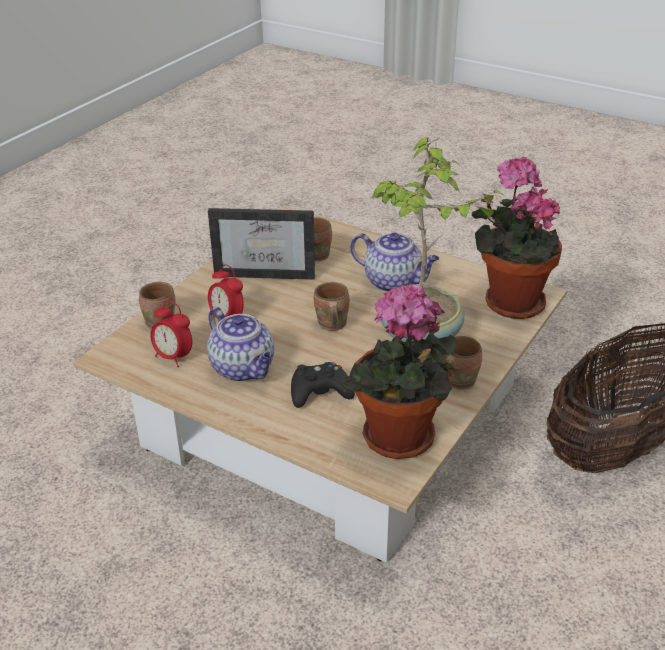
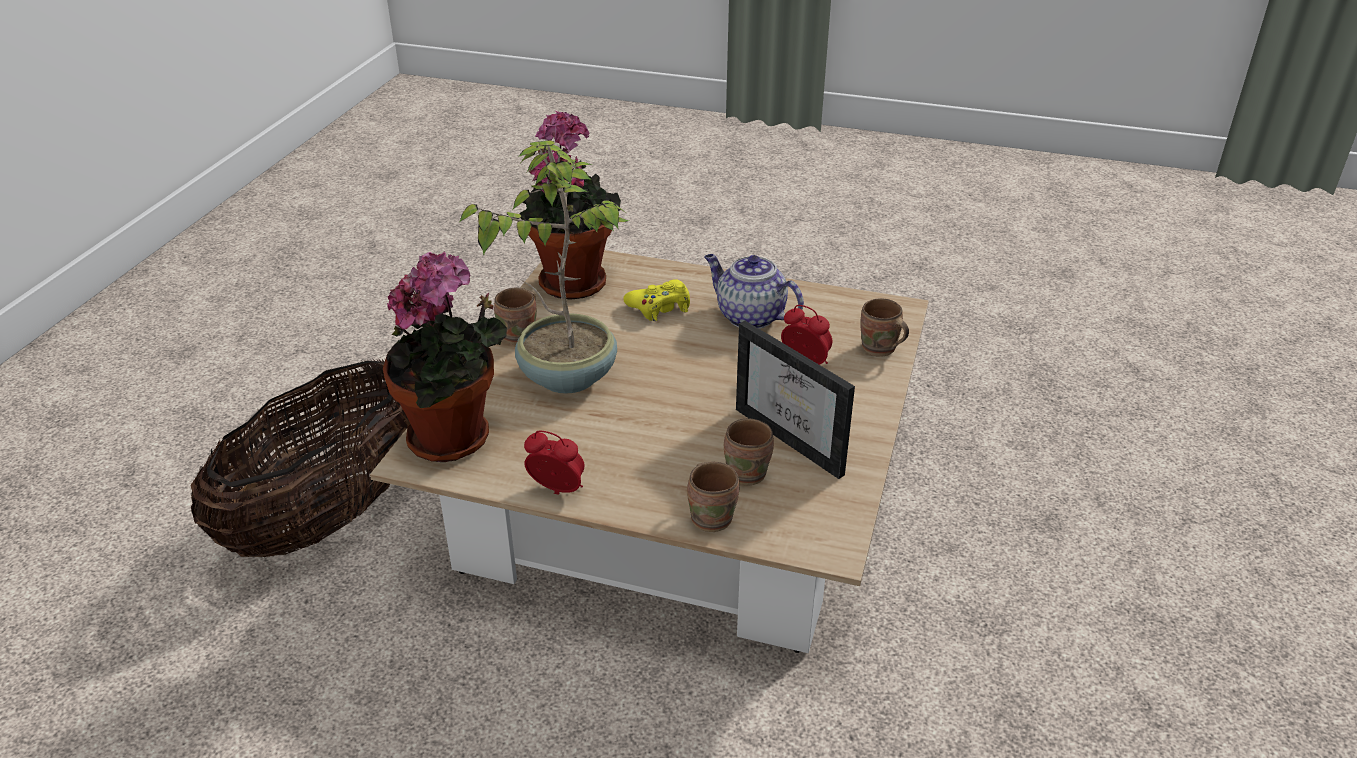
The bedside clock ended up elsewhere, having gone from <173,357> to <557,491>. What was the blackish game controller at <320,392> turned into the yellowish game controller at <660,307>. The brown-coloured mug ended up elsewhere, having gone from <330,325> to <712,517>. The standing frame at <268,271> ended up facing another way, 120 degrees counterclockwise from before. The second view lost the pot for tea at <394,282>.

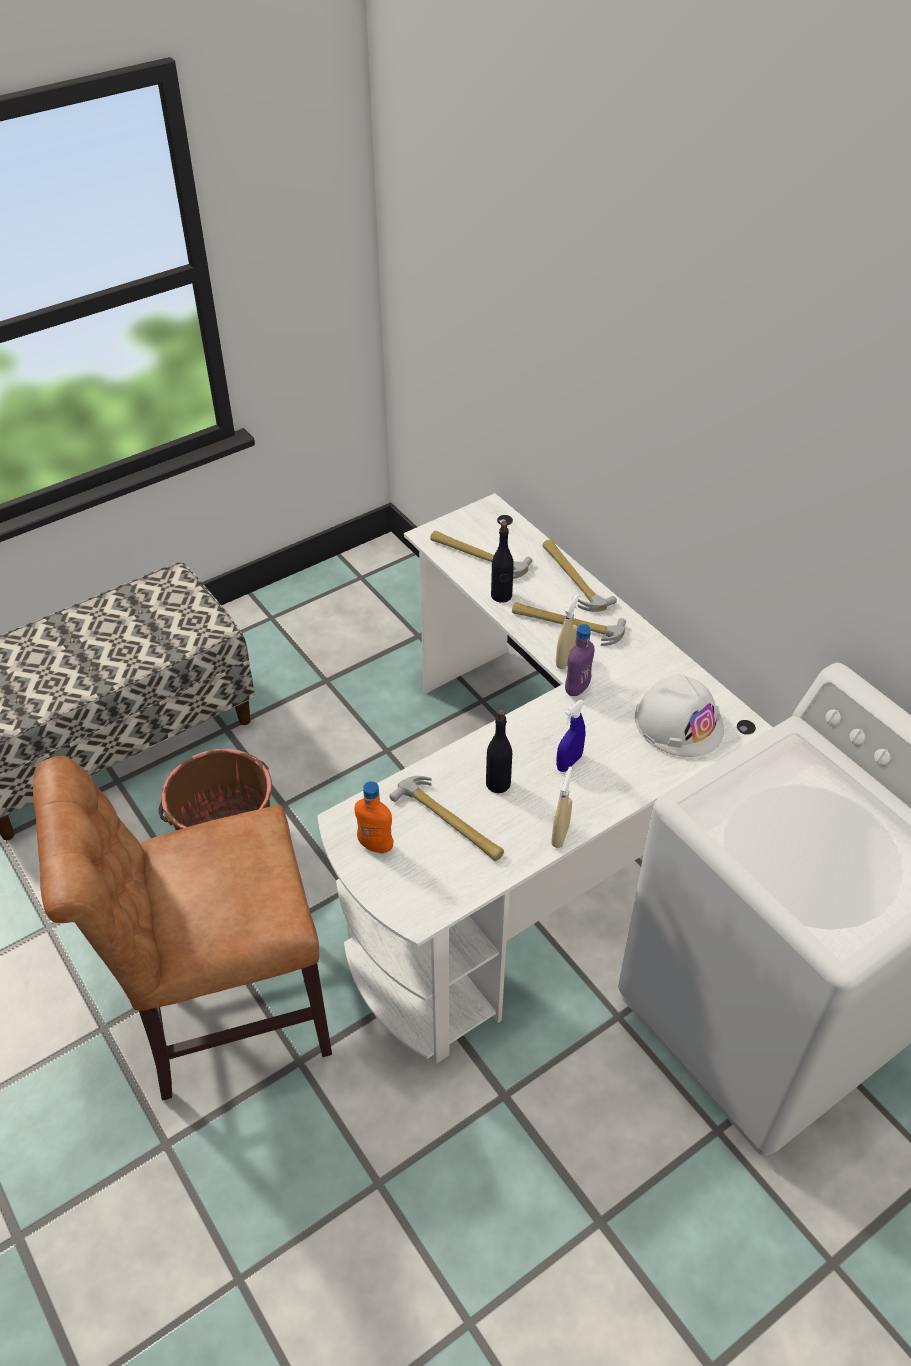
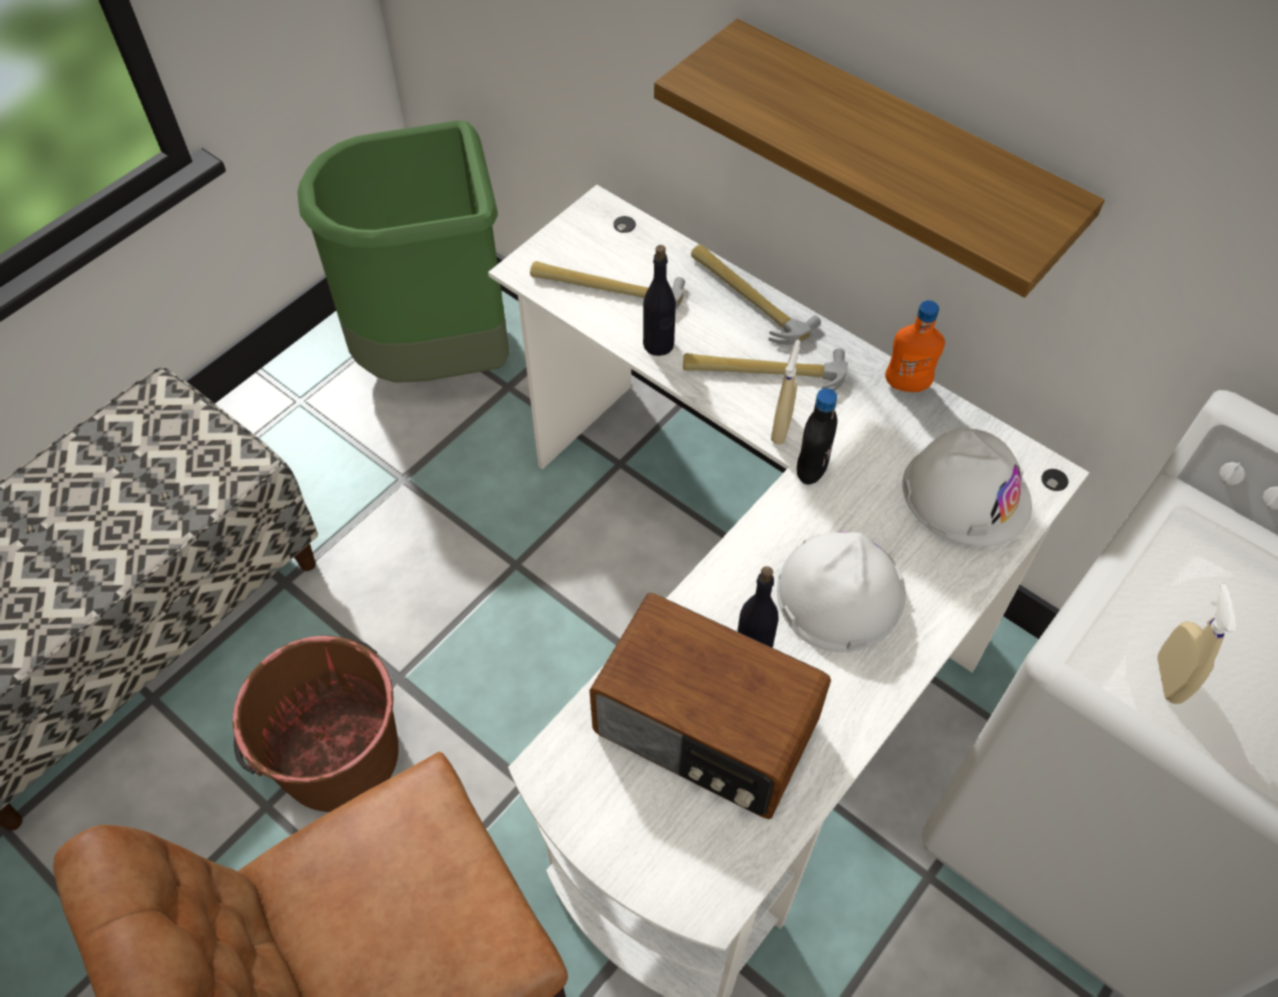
The second view gained the greenish rubbish bin at <439,359>. Where the tool hammer stood at <449,822>, the radio came to stand at <705,731>. The second view gained the bracket shelf at <897,153>. Where the bluish spray bottle stood at <569,762>, the white-coloured safety helmet came to stand at <839,592>. What was the purplish bottle at <577,688> turned into the blackish bottle at <811,470>. The orange bottle ended up elsewhere, having gone from <375,845> to <906,384>. The beige spray bottle ended up elsewhere, having gone from <560,835> to <1169,679>.

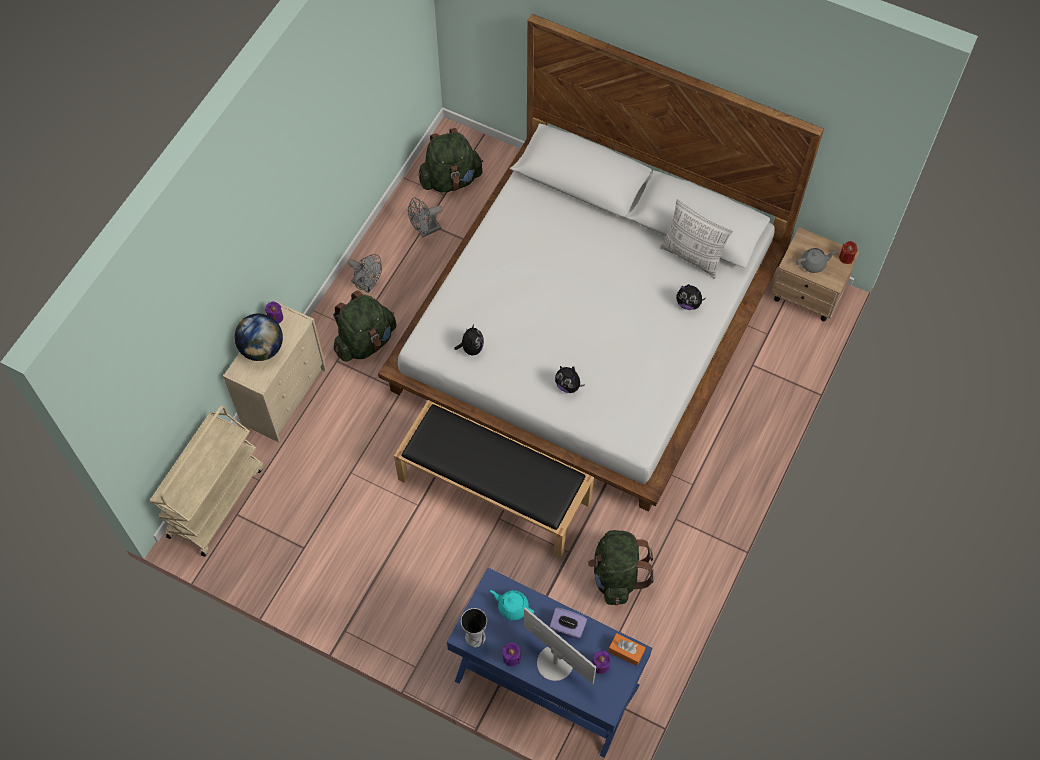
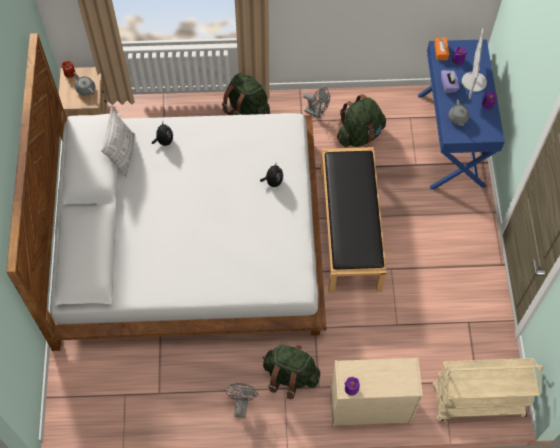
The greenish rucksack ended up elsewhere, having gone from <451,179> to <247,110>. The grey fan ended up elsewhere, having gone from <425,231> to <316,112>. What was the turquoise pot for tea at <512,607> turned into the grey pot for tea at <458,118>. The second view lost the desk globe at <262,348>. The second view lost the soft toy at <471,348>. The second view lost the flower vase at <475,636>.

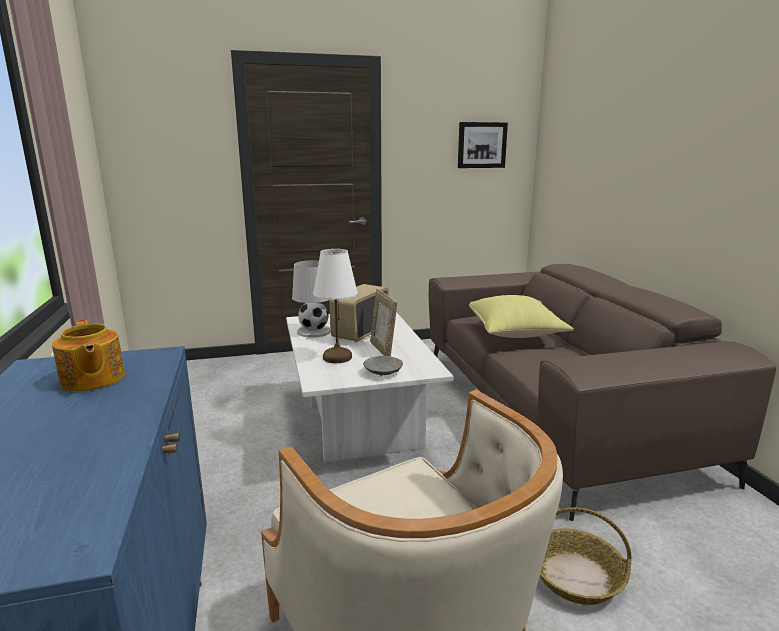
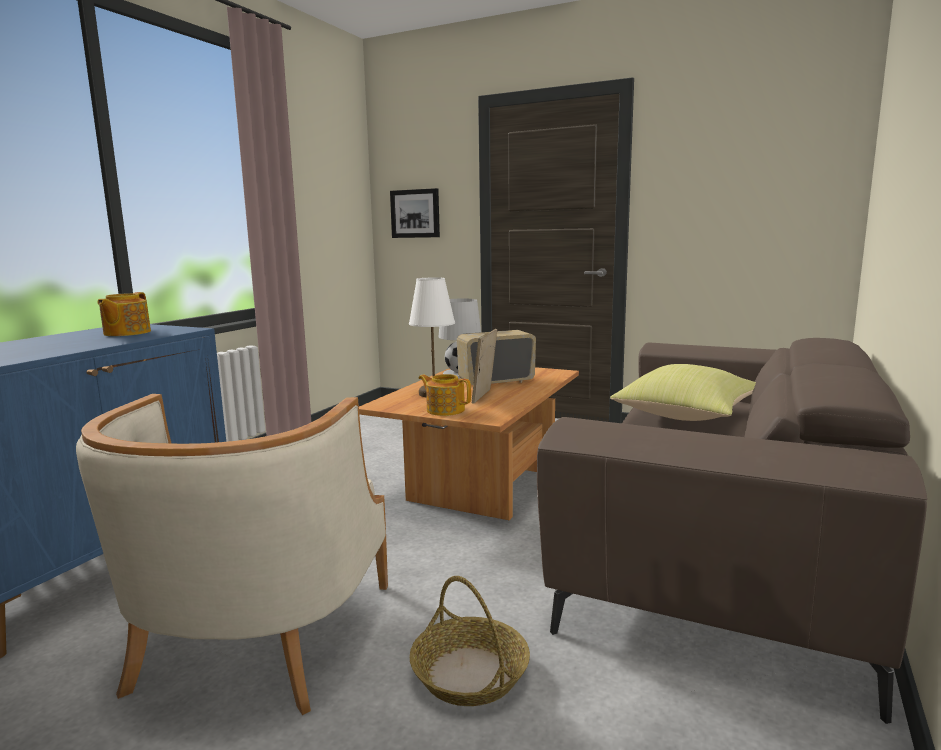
What was the white-coloured low table at <359,425> turned into the brown-coloured low table at <480,484>. The wall art ended up elsewhere, having gone from <481,145> to <415,213>. Where the grey serving bowl stood at <383,372>, the pot for tea came to stand at <445,410>.

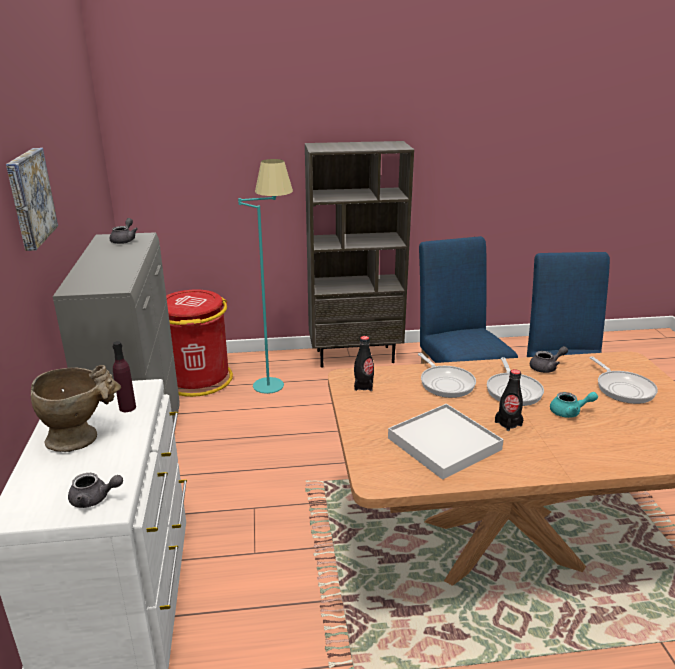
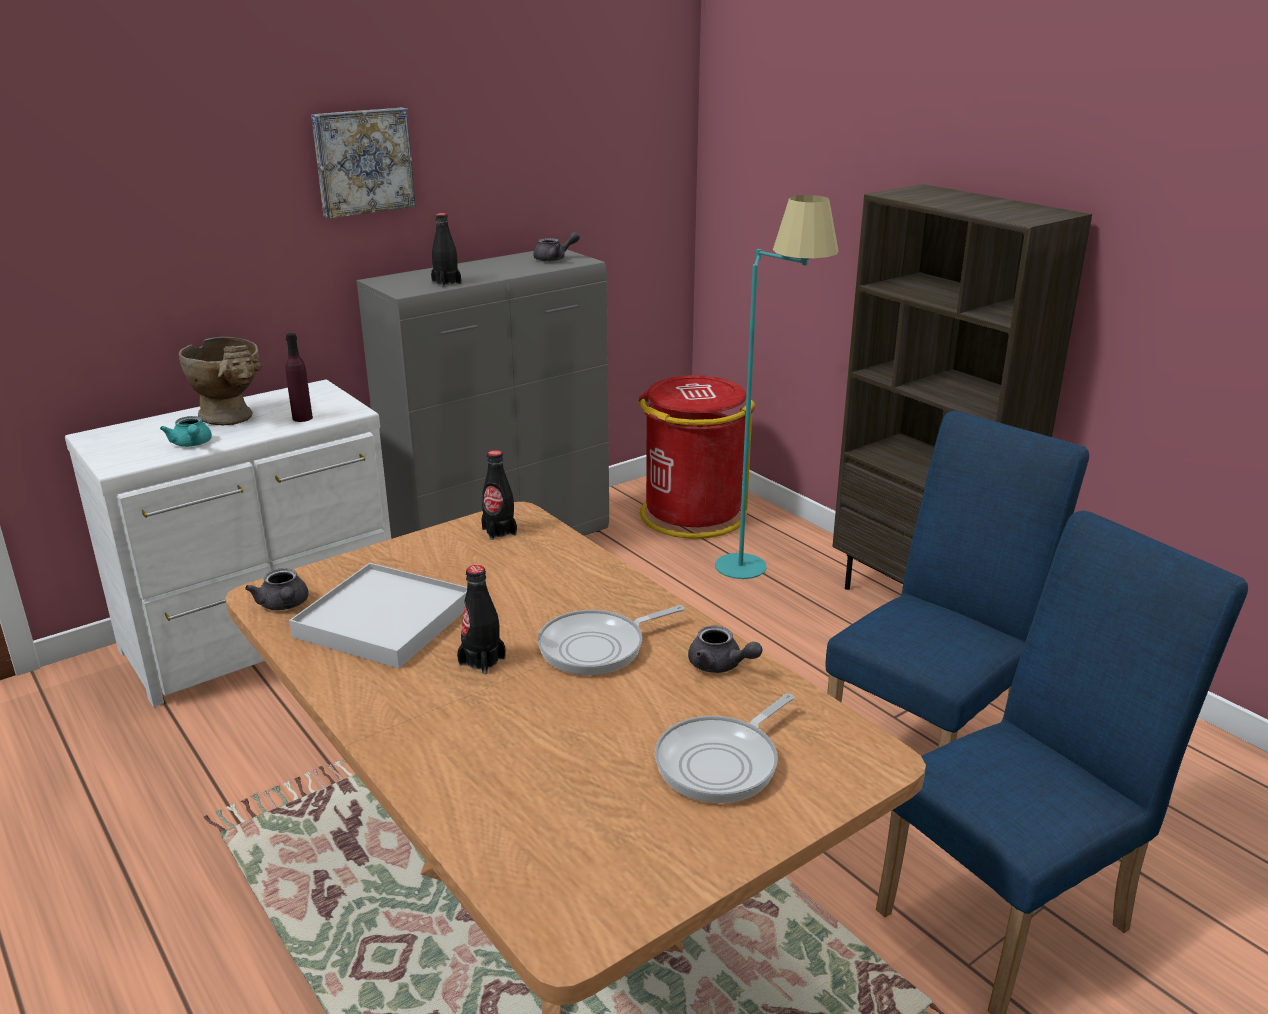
The turquoise pot for tea ended up elsewhere, having gone from <569,412> to <192,444>. The grey pot for tea ended up elsewhere, having gone from <94,499> to <284,605>. The second view gained the blackish bottle at <446,283>. The second view lost the skillet at <445,383>.

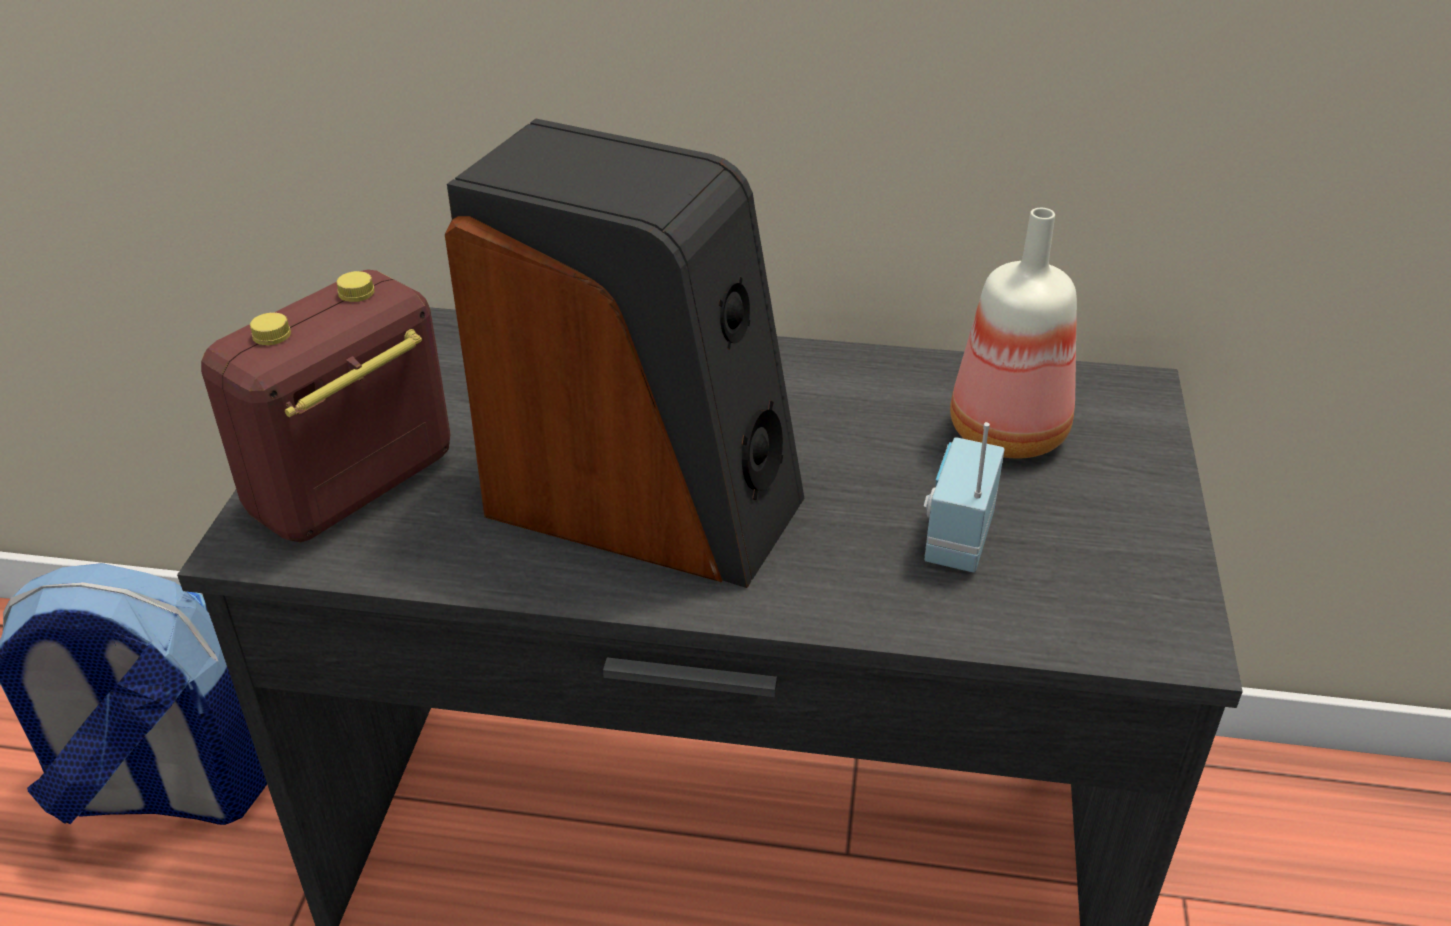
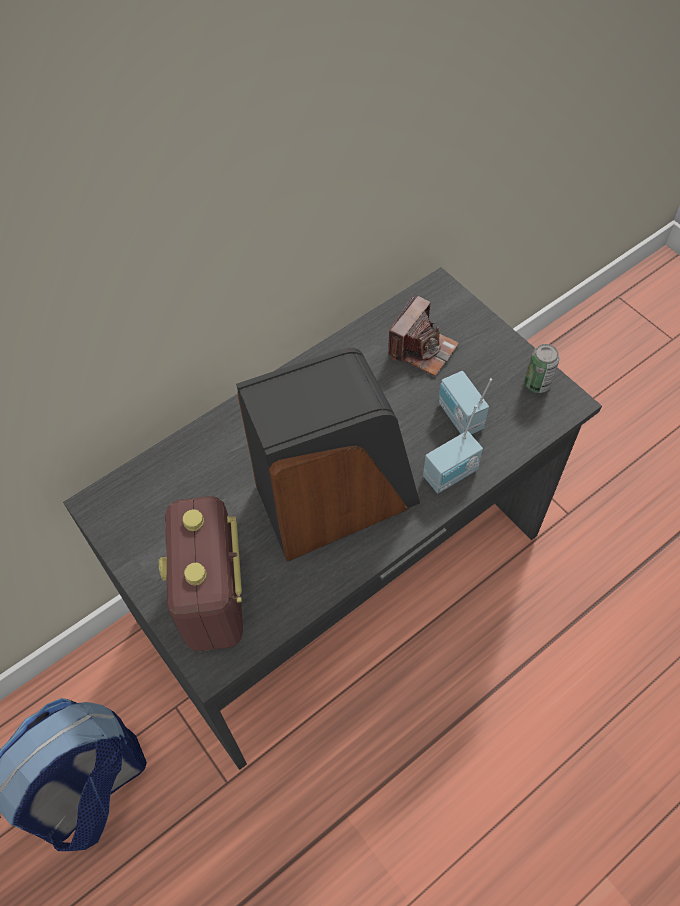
Where the bottle stood at <1011,433>, the photo camera came to stand at <422,349>. The second view gained the radio at <451,475>. The second view gained the can at <537,384>.

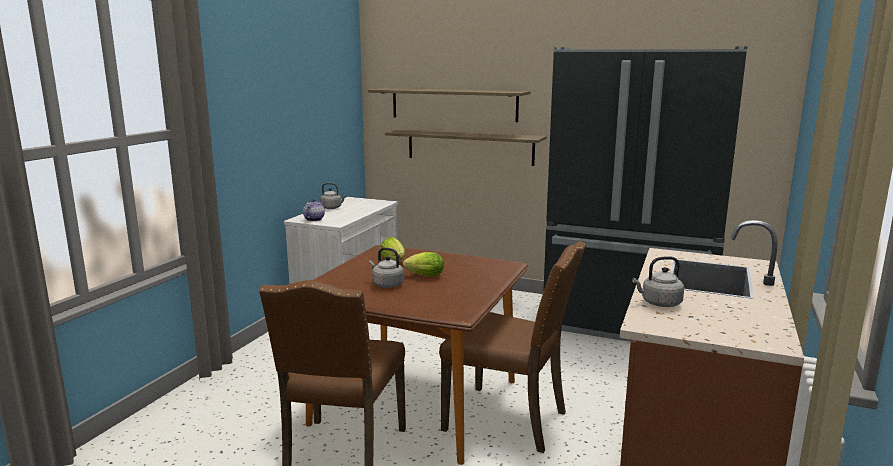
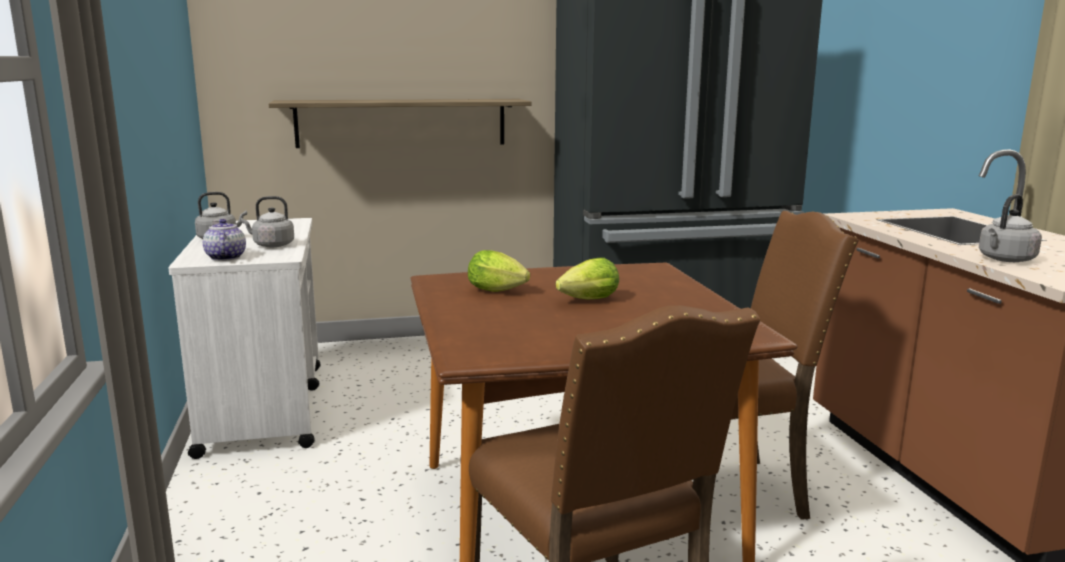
The grey kettle ended up elsewhere, having gone from <386,284> to <271,245>. The second view lost the bracket shelf at <453,104>.

